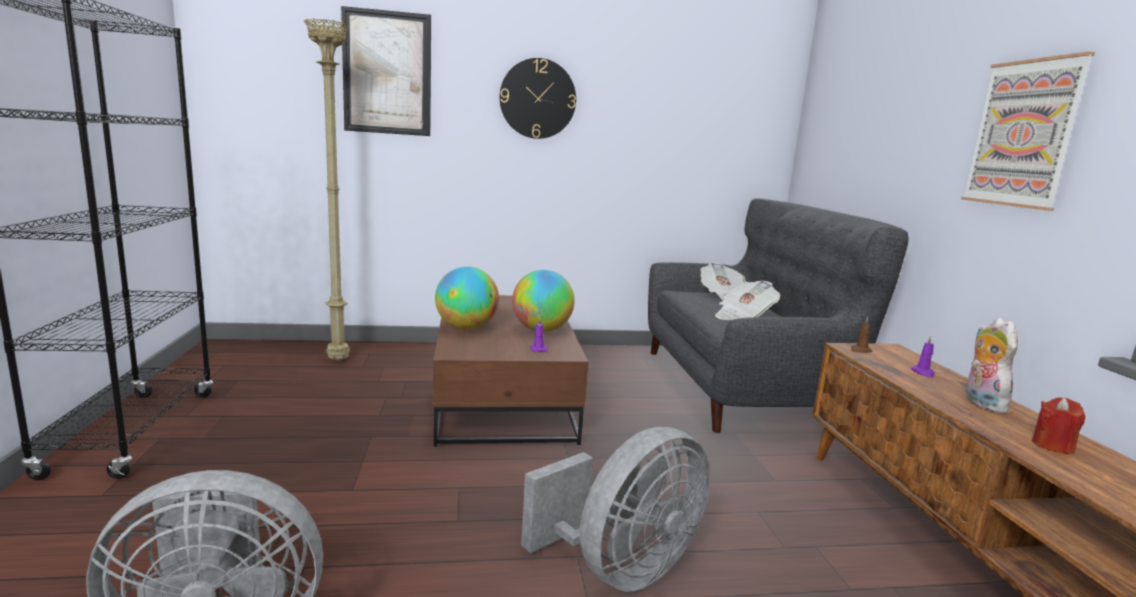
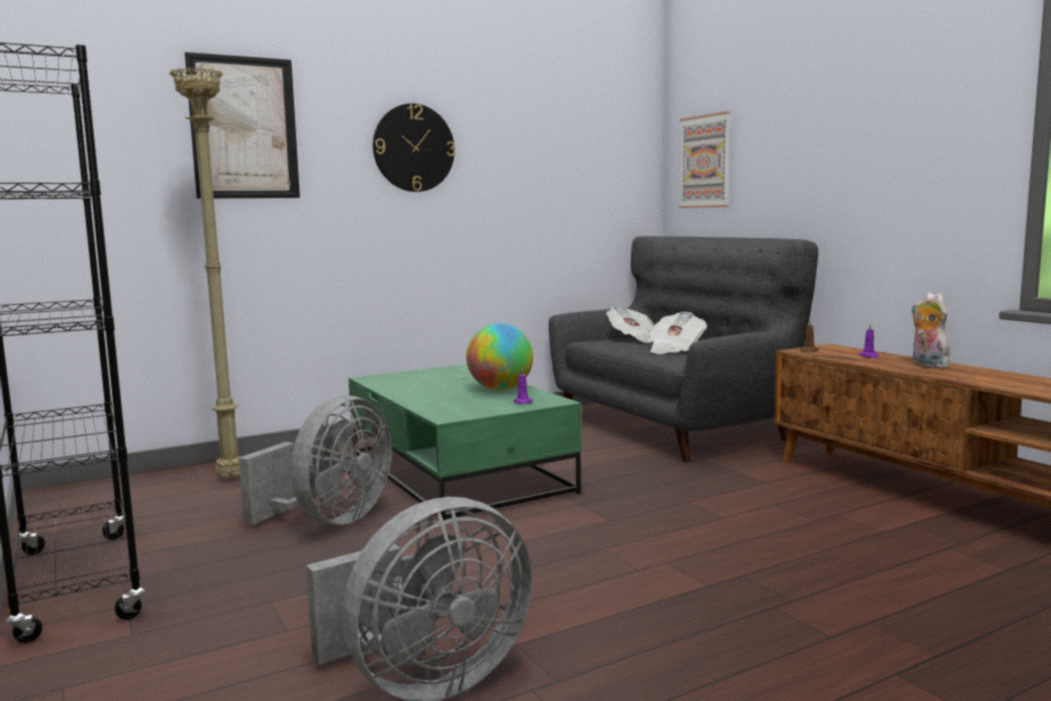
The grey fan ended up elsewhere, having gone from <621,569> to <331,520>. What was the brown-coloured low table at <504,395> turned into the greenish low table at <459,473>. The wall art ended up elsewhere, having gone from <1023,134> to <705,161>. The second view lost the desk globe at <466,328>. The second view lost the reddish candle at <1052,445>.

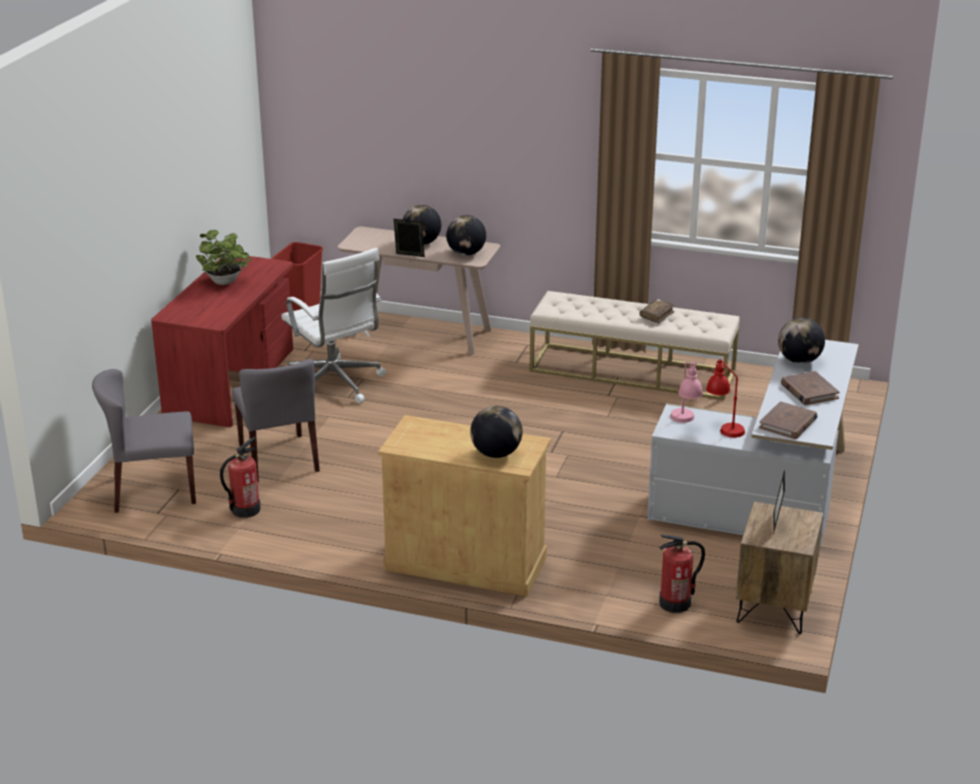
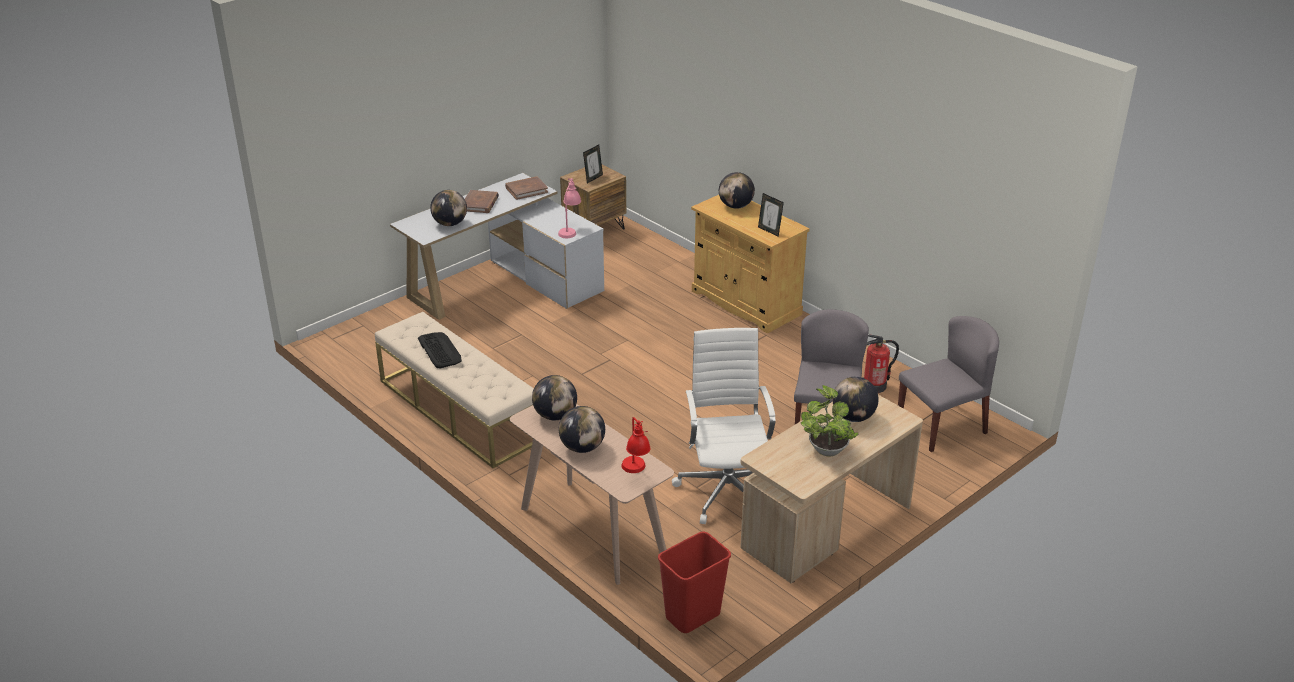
Where the brown-coloured bound book stood at <657,315>, the keyboard came to stand at <439,350>. The reddish lamp for a table ended up elsewhere, having gone from <723,427> to <636,472>. What was the reddish desk unit at <231,383> turned into the beige desk unit at <825,527>. The standing frame ended up elsewhere, having gone from <409,256> to <769,231>. The second view gained the desk globe at <853,417>. The grey chair at <153,490> ended up facing another way, 45 degrees counterclockwise from before. The second view lost the extinguisher at <675,603>.

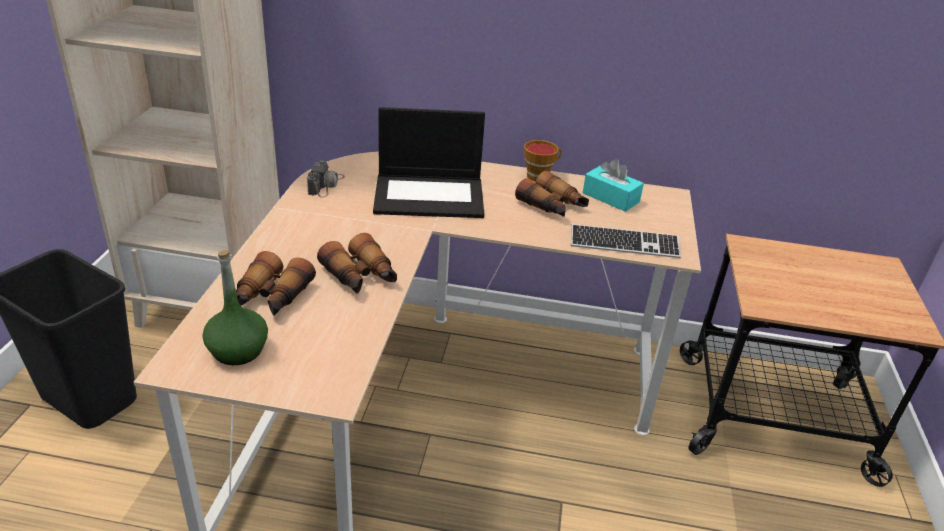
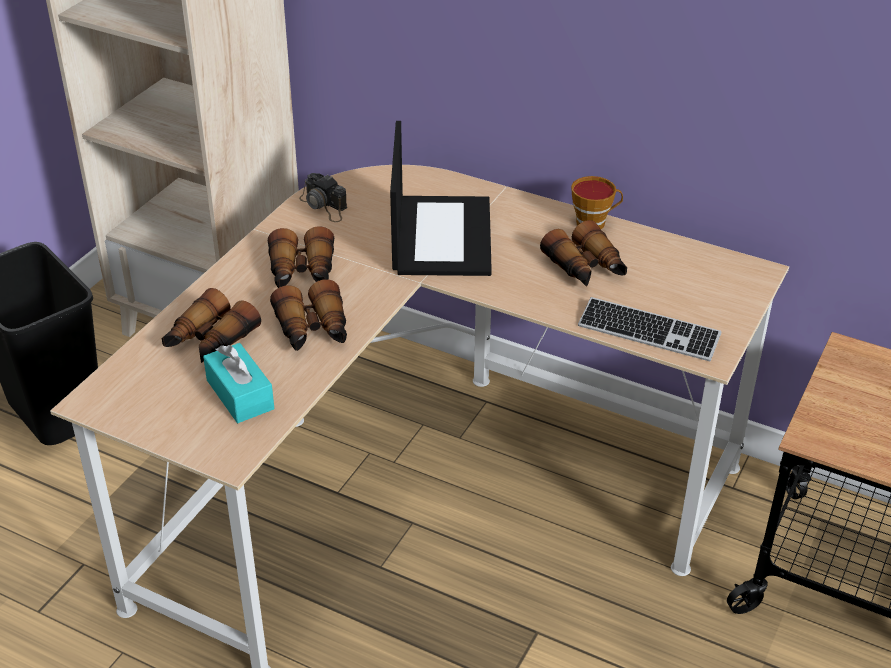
The turquoise tissue box ended up elsewhere, having gone from <610,198> to <240,394>. The second view gained the pair of binoculars at <302,273>. The photo camera at <326,185> ended up facing another way, 105 degrees clockwise from before. The laptop at <430,196> ended up facing another way, 105 degrees counterclockwise from before. The second view lost the greenish bottle at <237,350>.

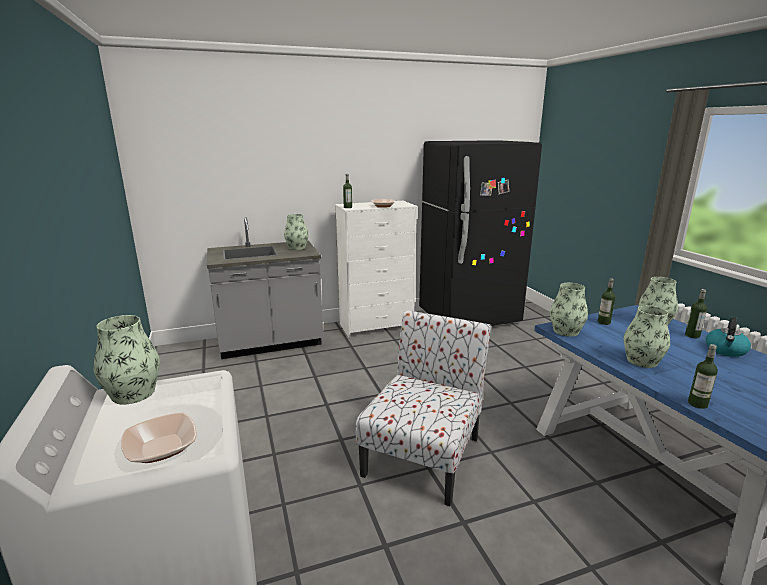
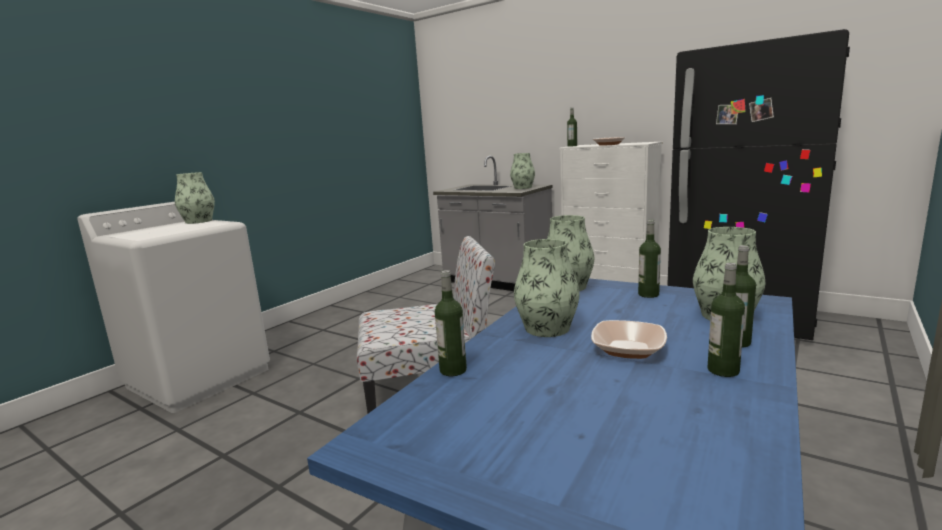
The serving bowl ended up elsewhere, having gone from <162,448> to <628,349>. Where the kettle stood at <725,350>, the bottle came to stand at <723,370>.

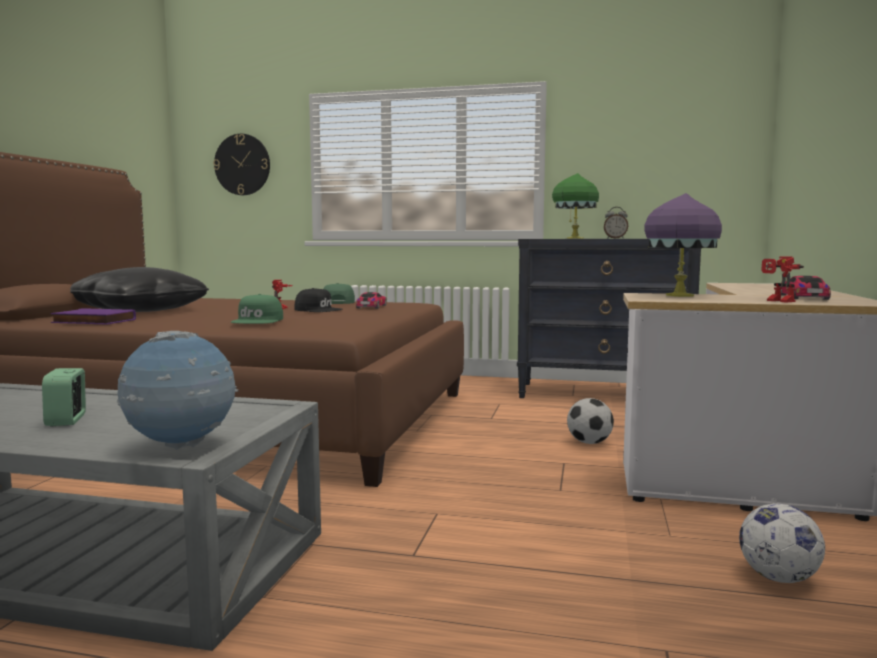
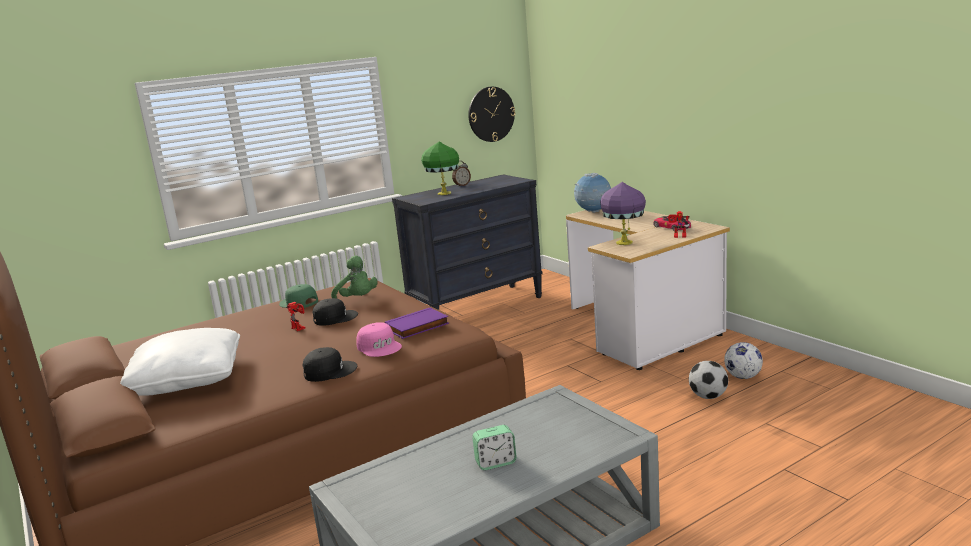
What was the blackish cushion at <140,311> turned into the white-coloured cushion at <187,380>. The second view gained the blackish cap at <329,371>. Where the miniature car stood at <371,307>, the greenish soft toy came to stand at <357,299>. What was the greenish cap at <258,320> turned into the pink-coloured cap at <379,347>. The purplish bound book ended up elsewhere, having gone from <92,321> to <417,327>. The clock on the wall ended up elsewhere, having gone from <242,164> to <491,114>. The bedside clock at <66,420> ended up facing another way, 45 degrees counterclockwise from before. The desk globe ended up elsewhere, having gone from <181,447> to <593,212>. The football ended up elsewhere, having gone from <589,442> to <708,396>.

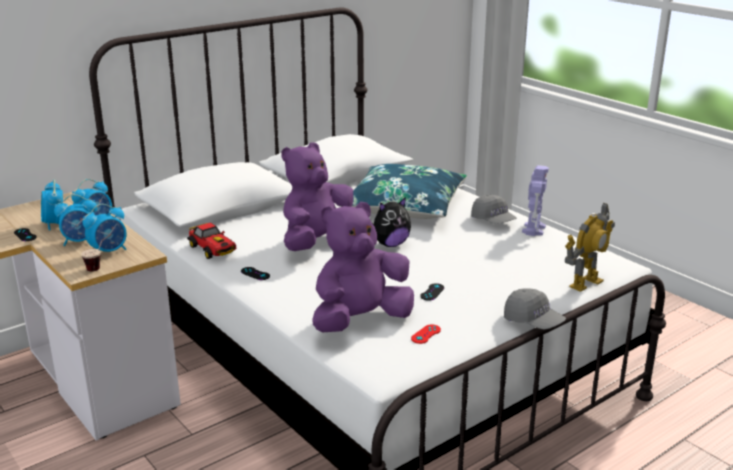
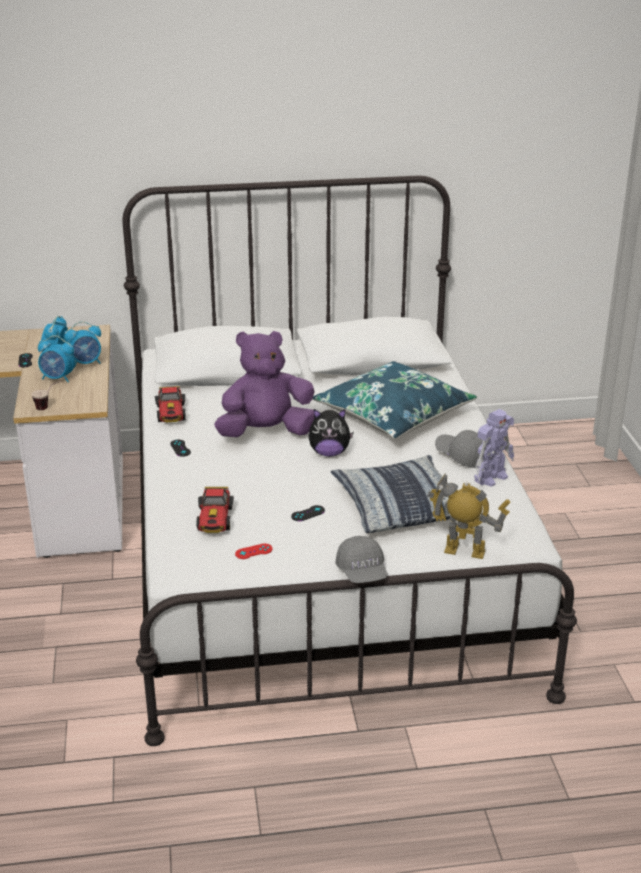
Where the purplish soft toy stood at <360,320>, the miniature car came to stand at <215,520>. The second view gained the cushion at <399,506>. The model robot at <585,283> ended up facing another way, 150 degrees counterclockwise from before. The grey cap at <493,221> ended up facing another way, 135 degrees clockwise from before. The second view lost the bedside clock at <109,251>.

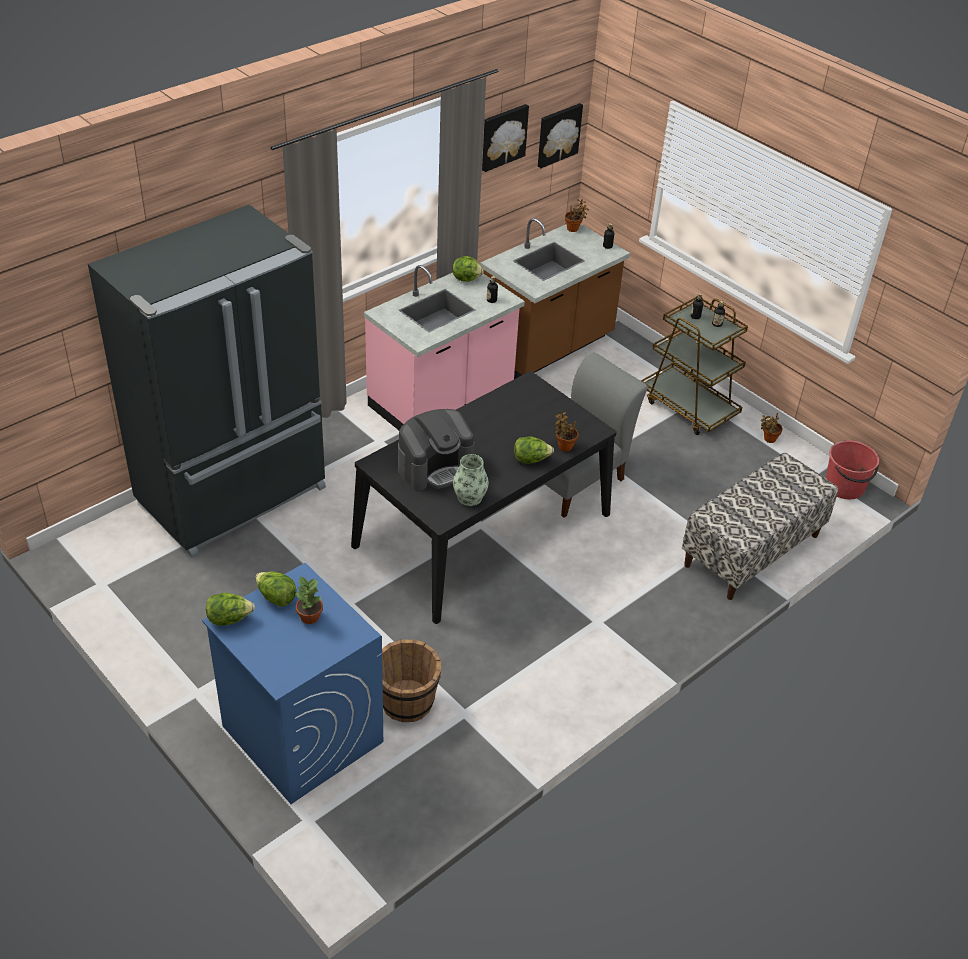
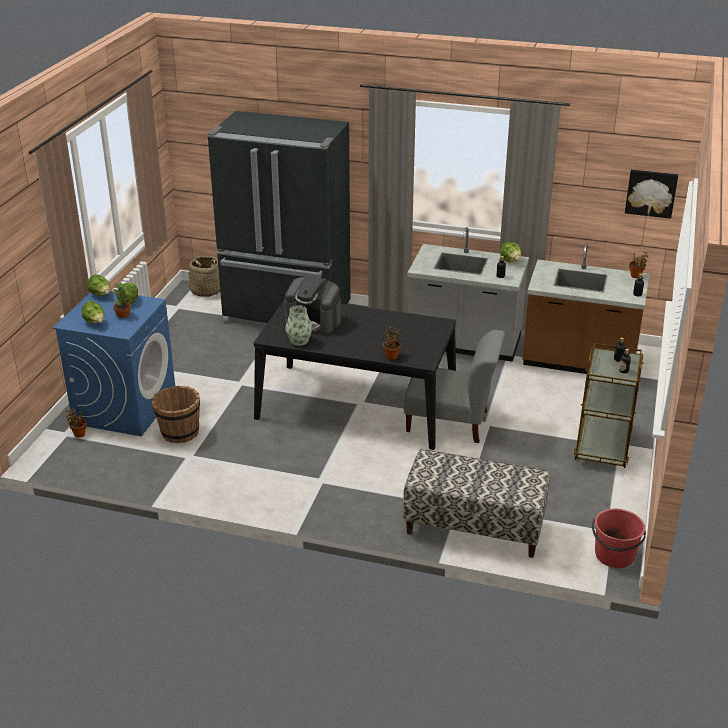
The houseplant ended up elsewhere, having gone from <768,439> to <78,434>. The head of lettuce ended up elsewhere, having gone from <531,459> to <95,322>. The second view gained the basket at <206,291>. What was the pink-coloured kitchen base unit at <442,399> turned into the grey kitchen base unit at <464,344>. The second view lost the wall art at <503,136>.

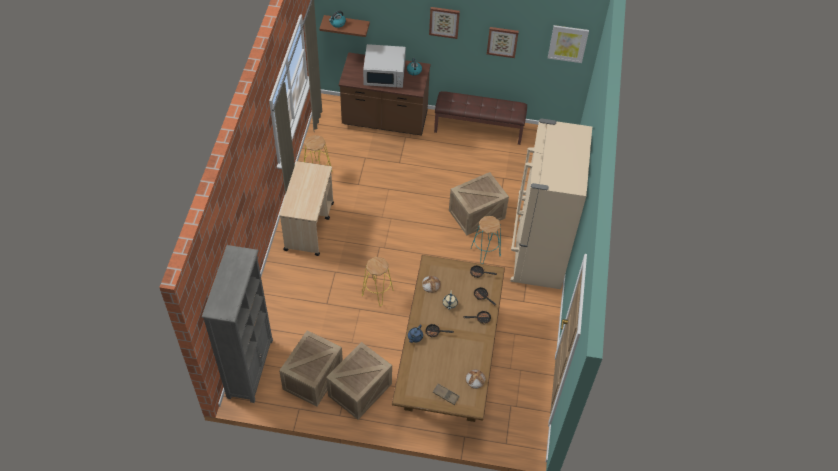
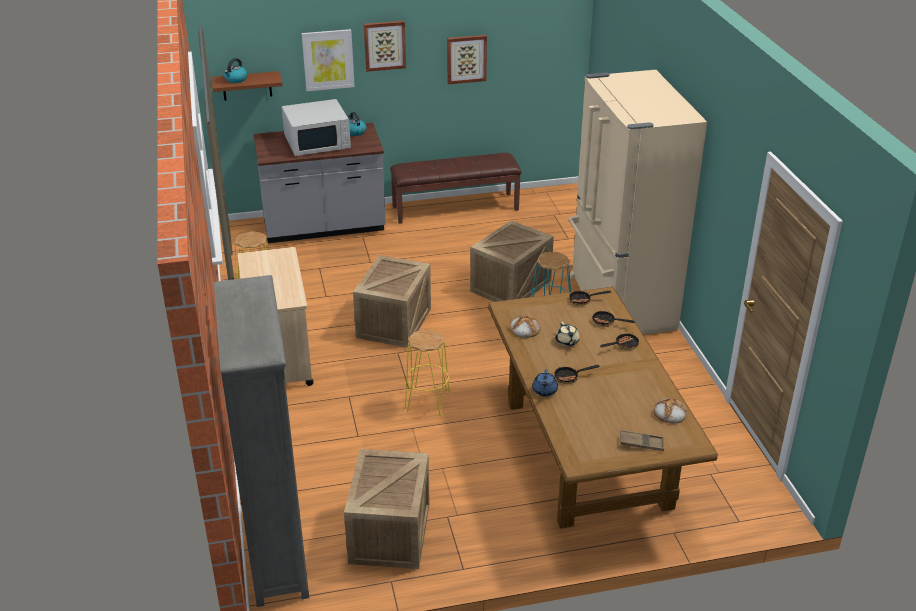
What was the brown-coloured kitchen base unit at <385,120> turned into the grey kitchen base unit at <324,227>. The wall art ended up elsewhere, having gone from <568,43> to <328,60>. The crate ended up elsewhere, having gone from <360,389> to <393,322>.

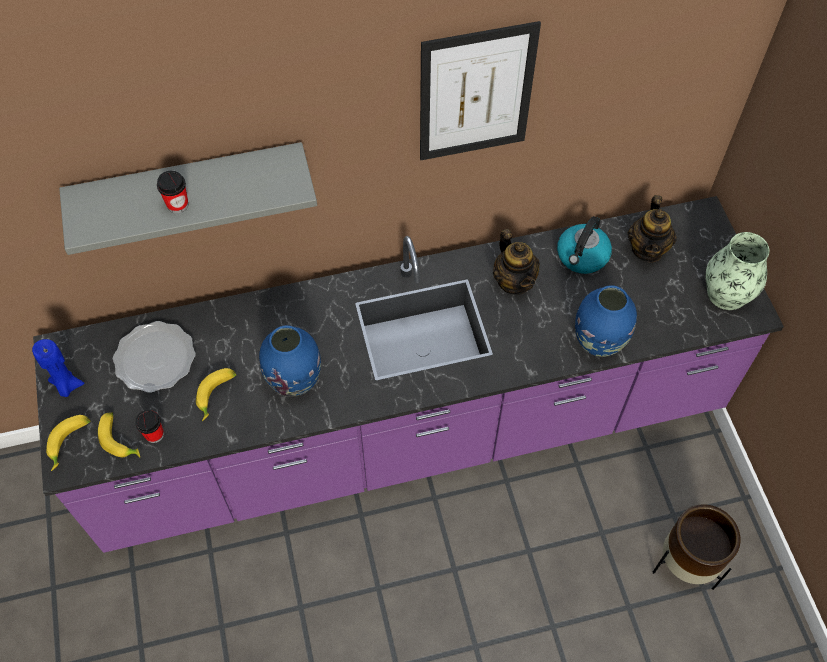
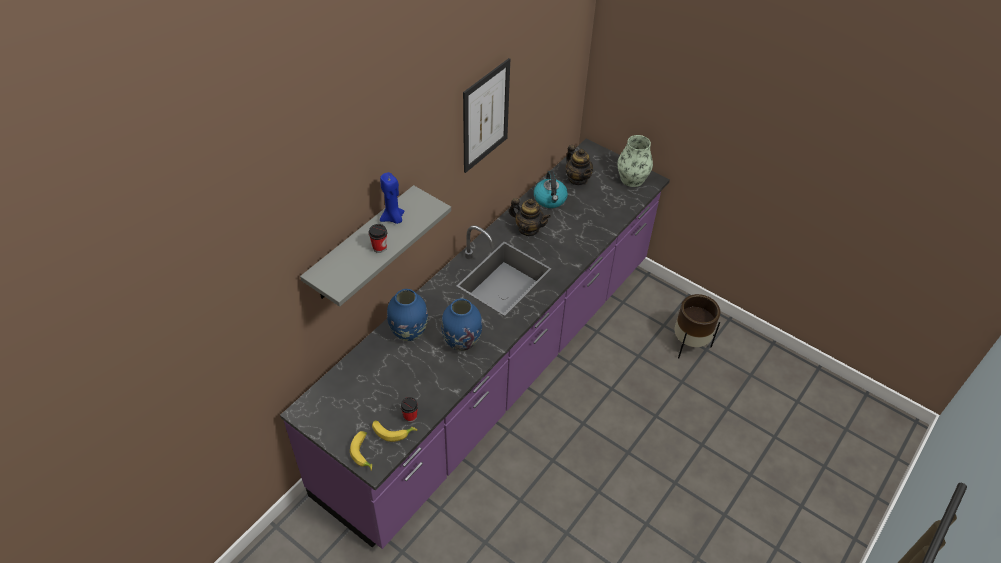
The bluish candle ended up elsewhere, having gone from <66,385> to <393,218>. The bluish flower vase ended up elsewhere, having gone from <599,342> to <409,332>. The second view lost the dinner plate at <155,358>. The second view lost the banana at <217,396>.

